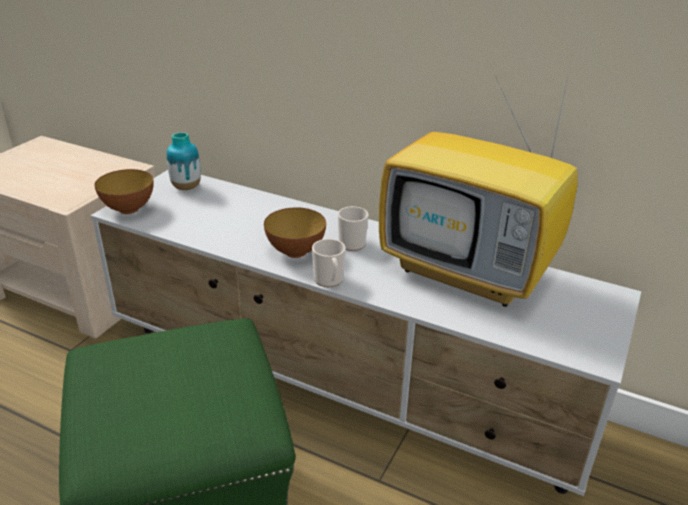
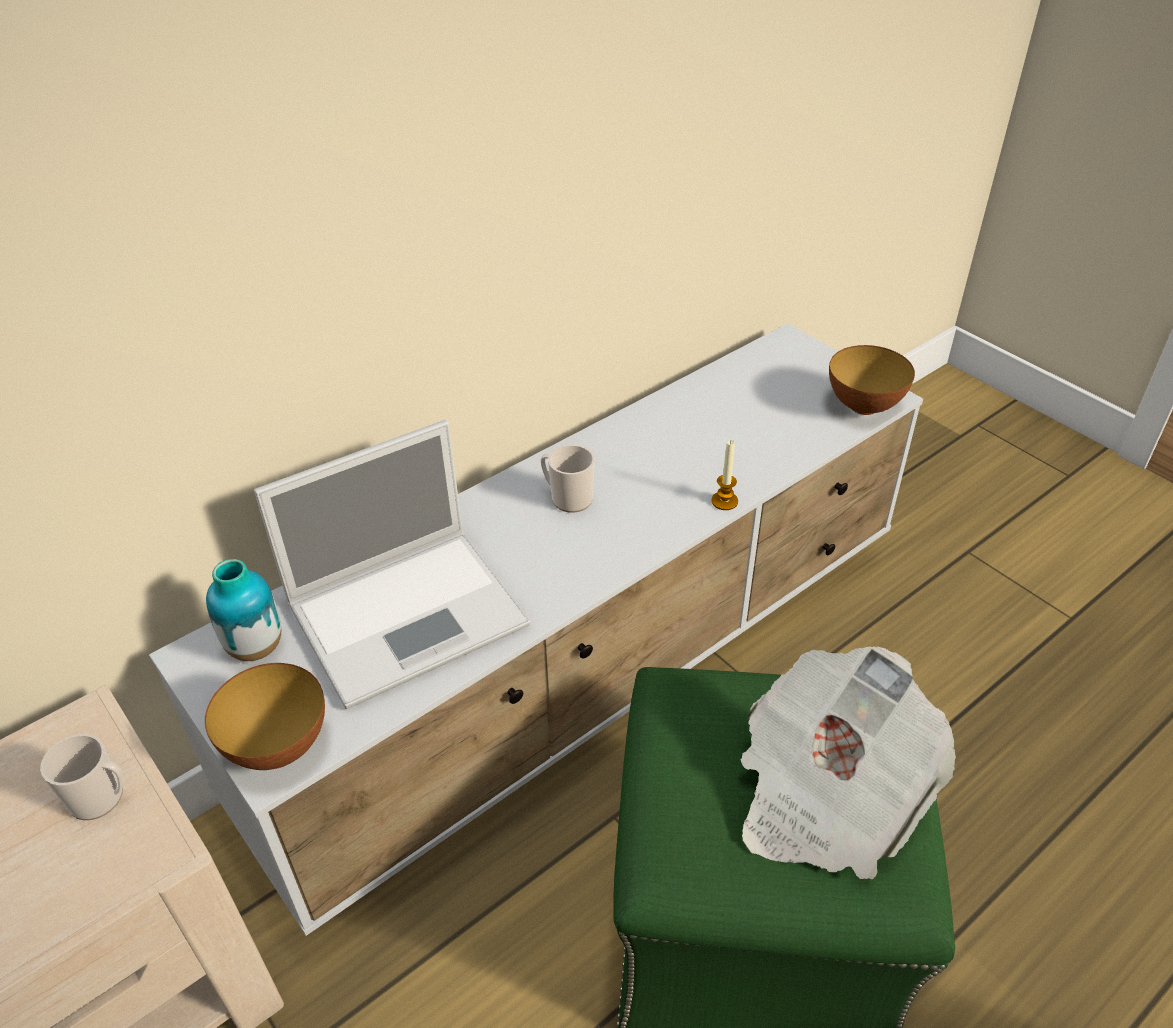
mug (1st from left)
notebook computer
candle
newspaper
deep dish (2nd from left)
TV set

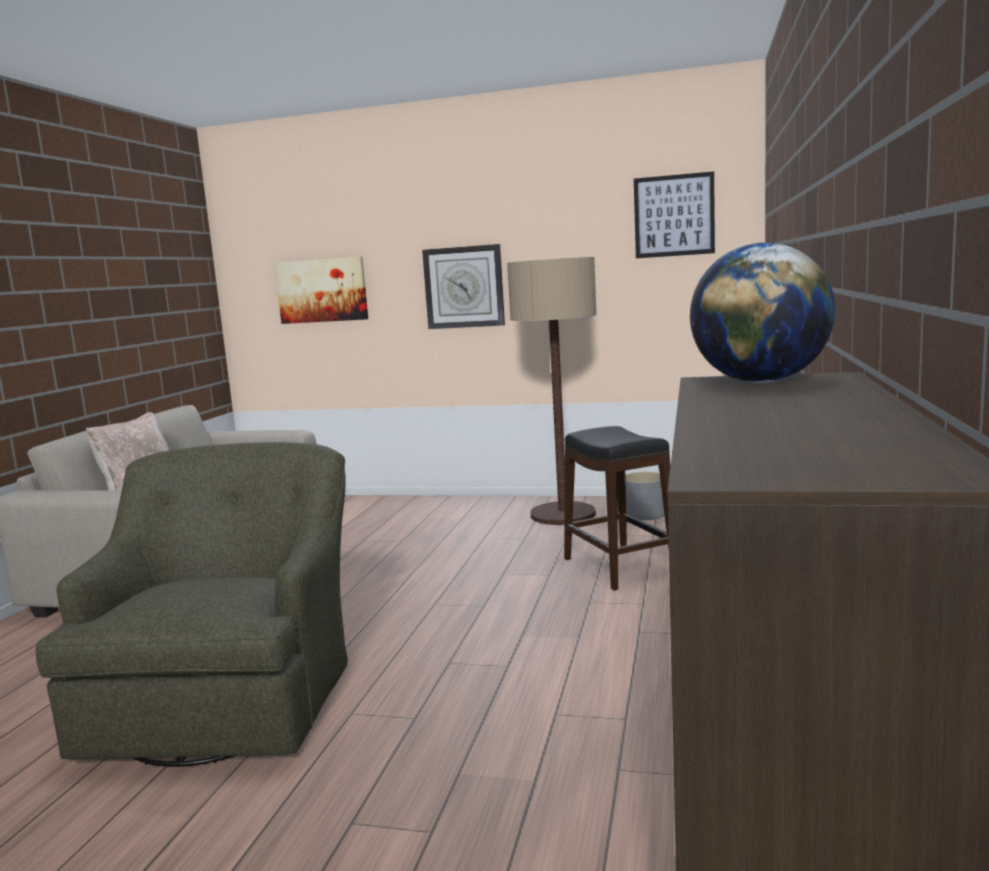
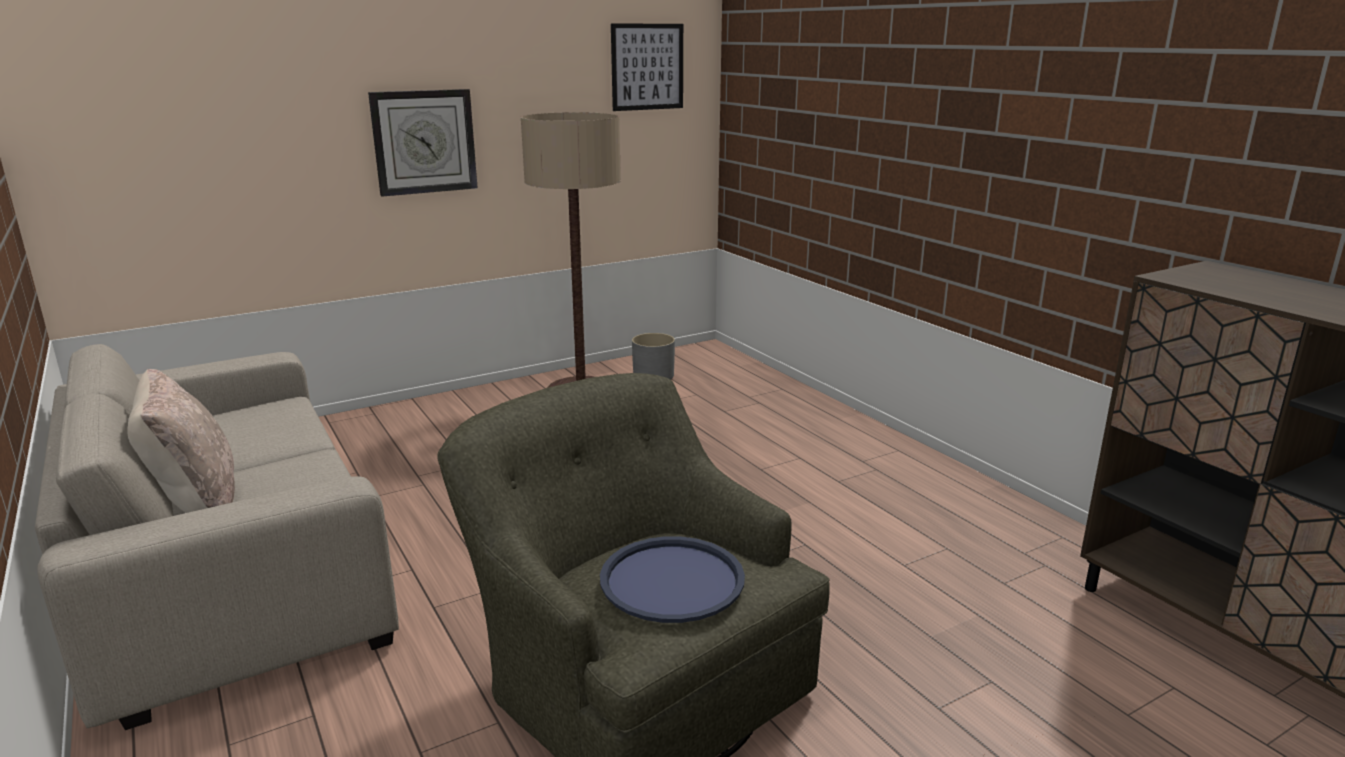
blue serving tray
picture (1st from left in the first image)
blackish sitting stool
world globe

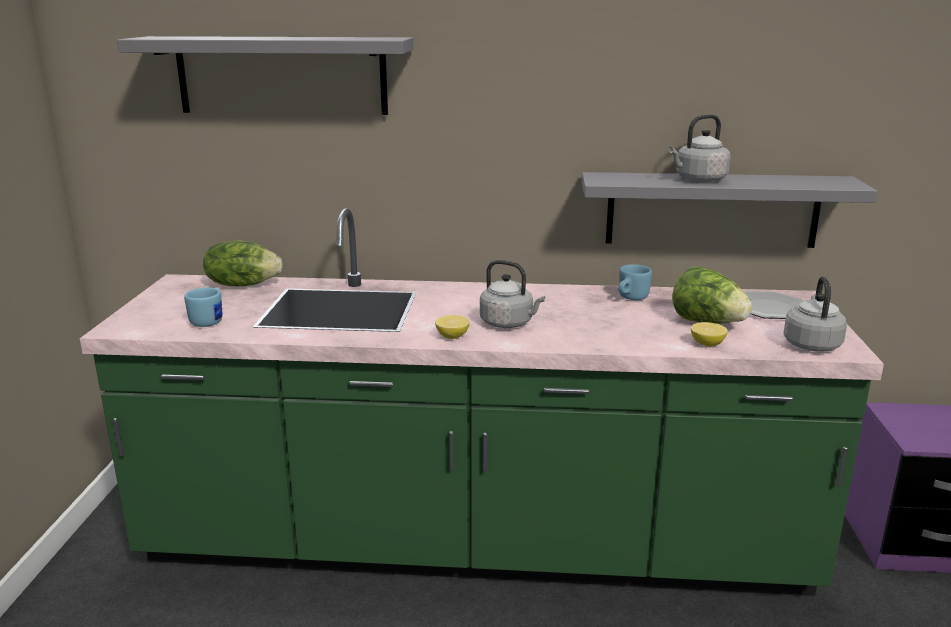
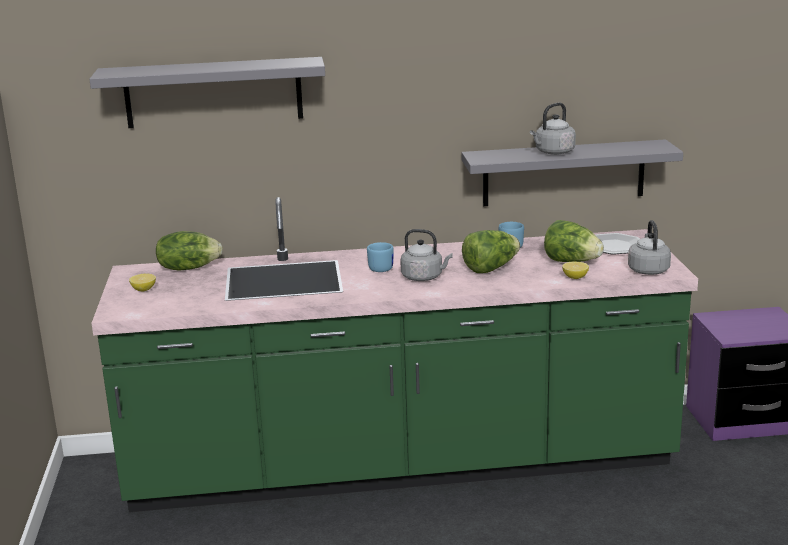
citrus fruit (1st from left)
blue mug (1st from left)
lettuce (2nd from left)

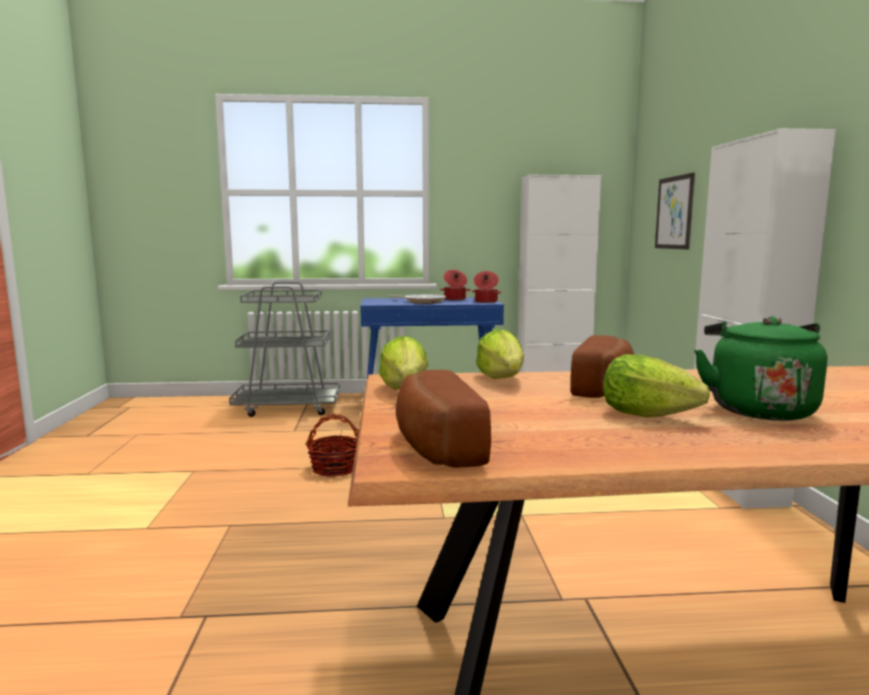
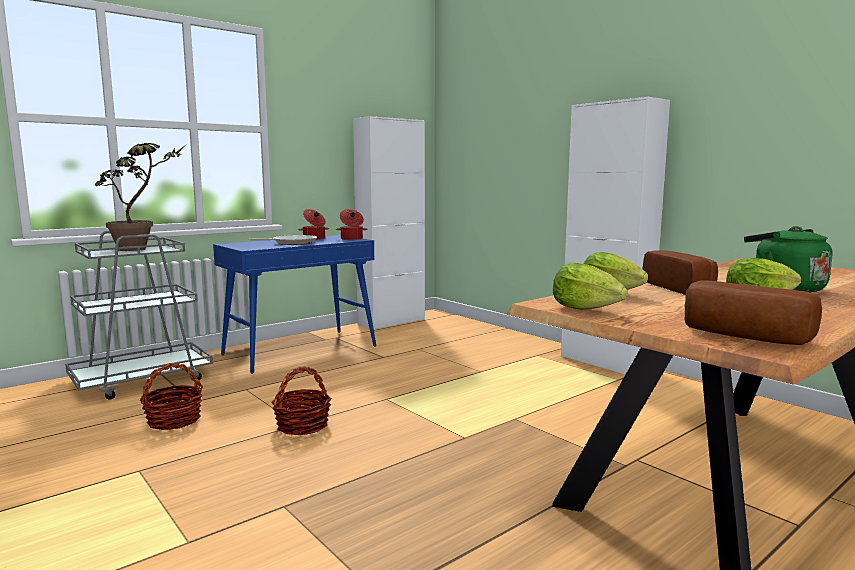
potted plant
household basket (1st from left)
picture

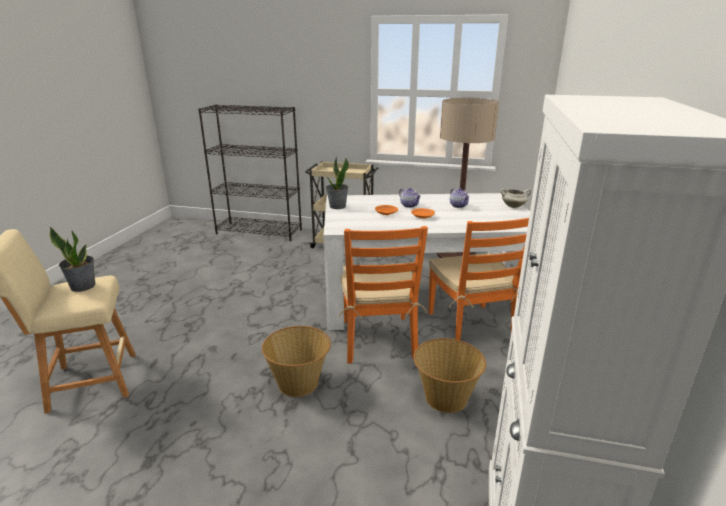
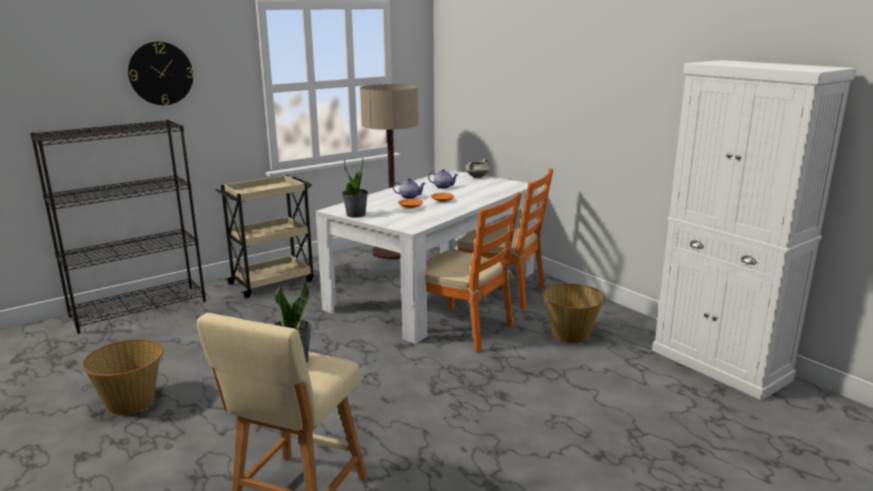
household basket (1st from left)
hanging clock

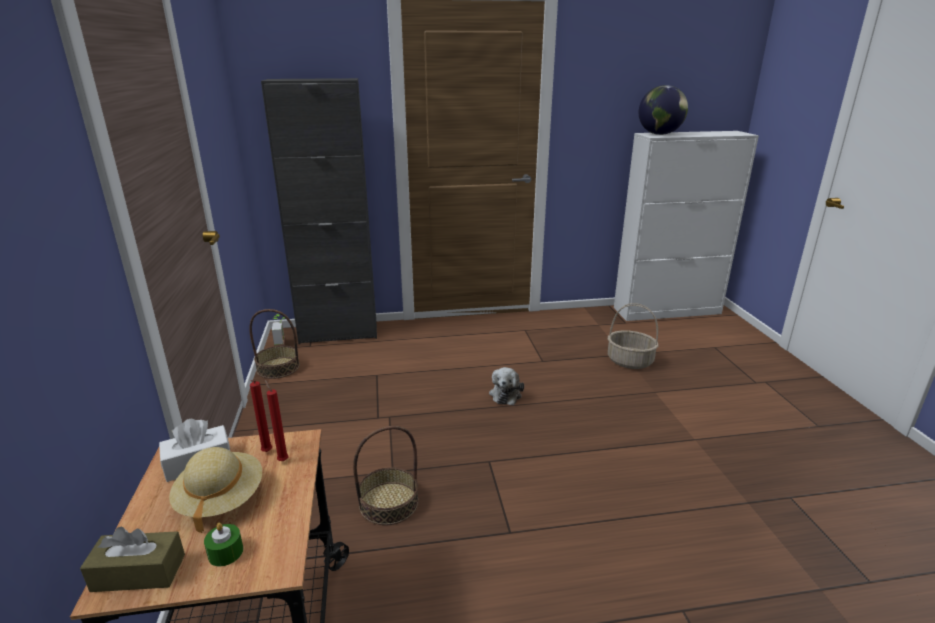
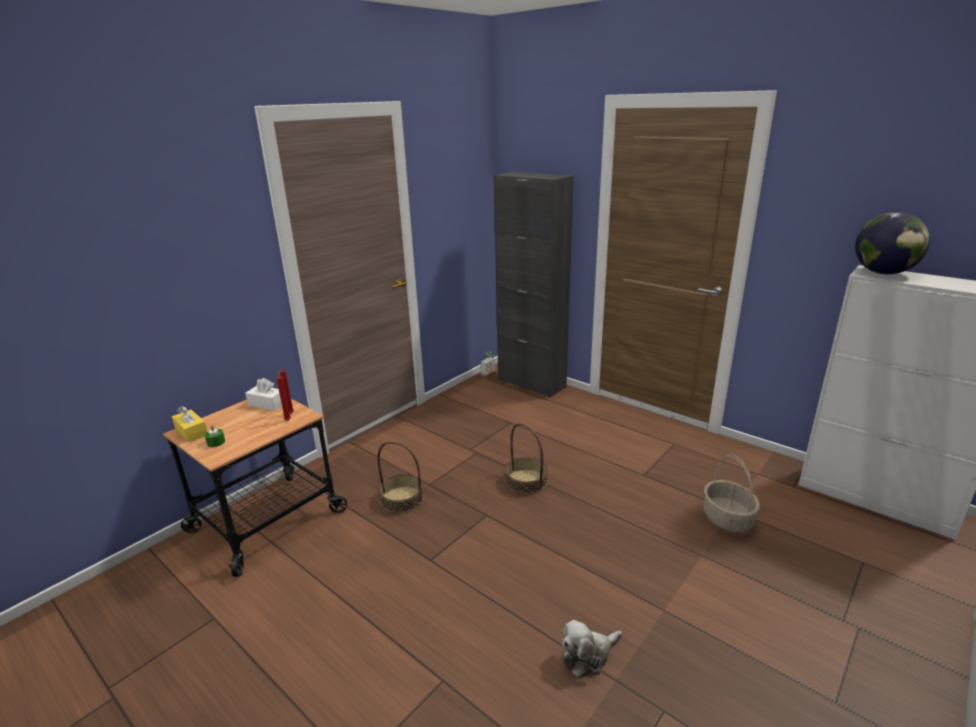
yellow-coloured tissue holder
household basket (2nd from left)
soft toy
beige wearable hat

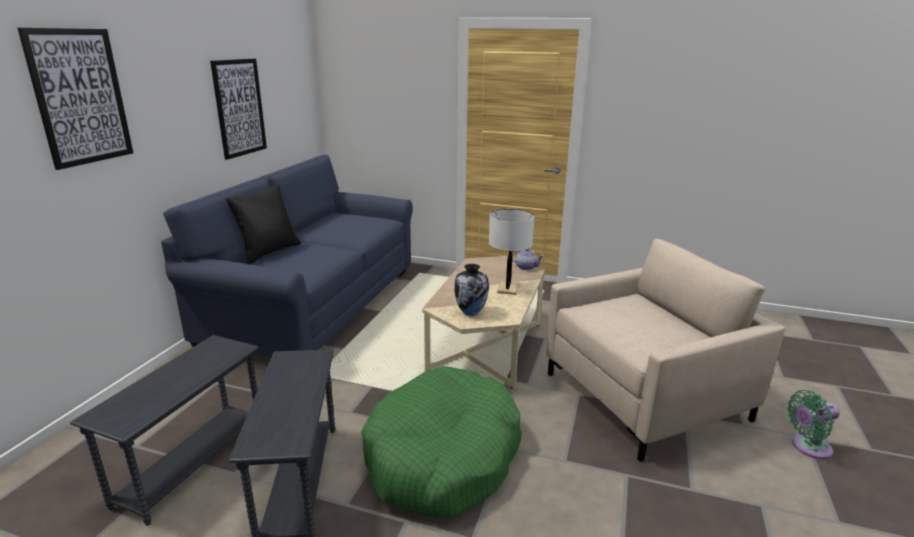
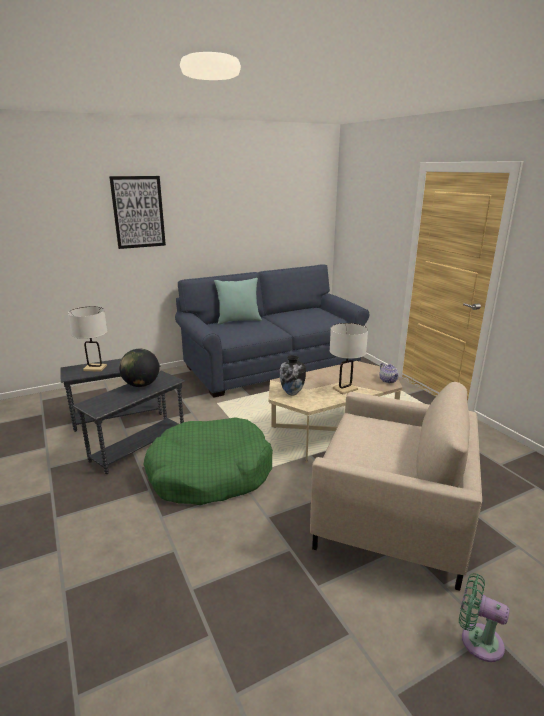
whitish tabletop lamp (1st from left)
world globe
turquoise-coloured throw pillow
picture (2nd from left in the first image)

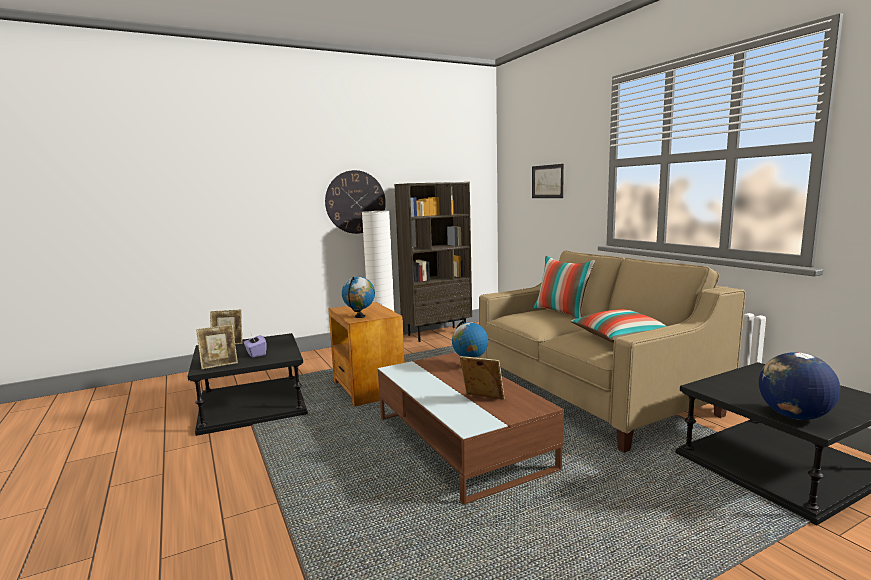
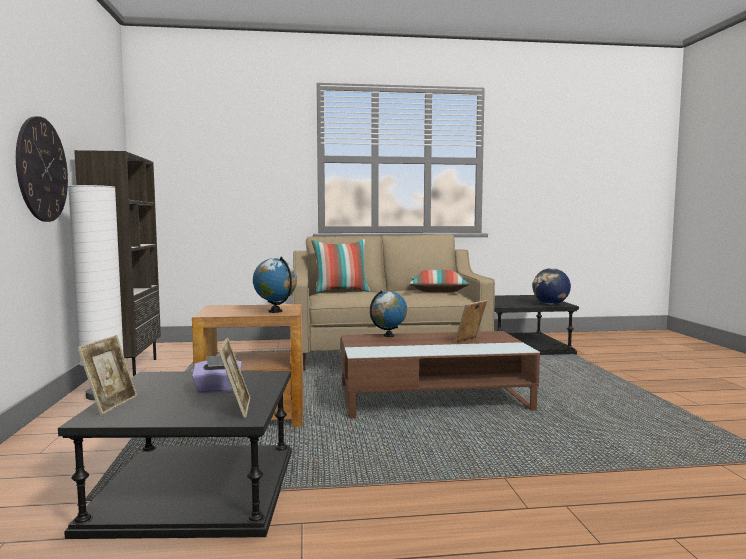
picture

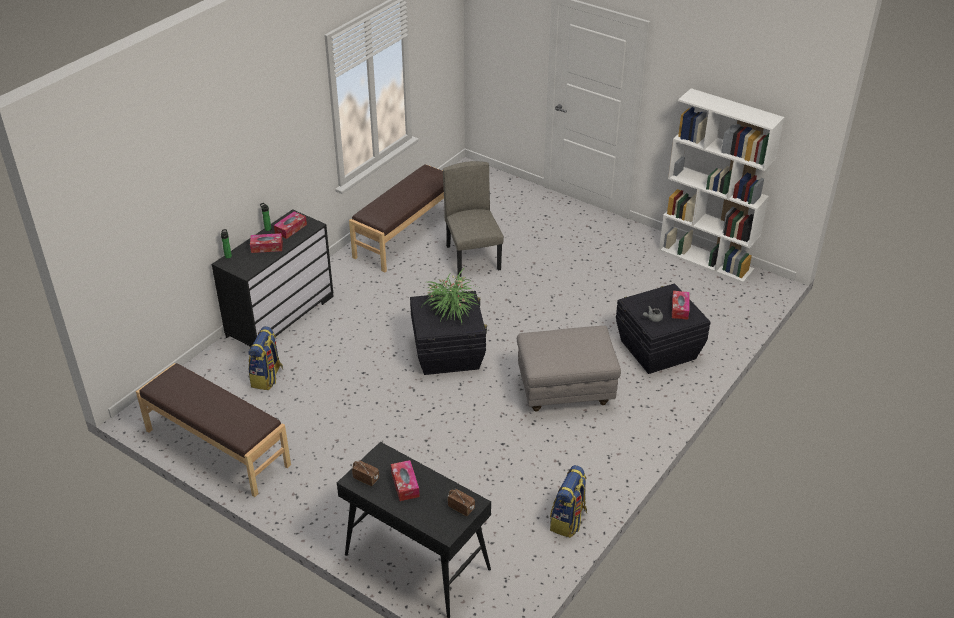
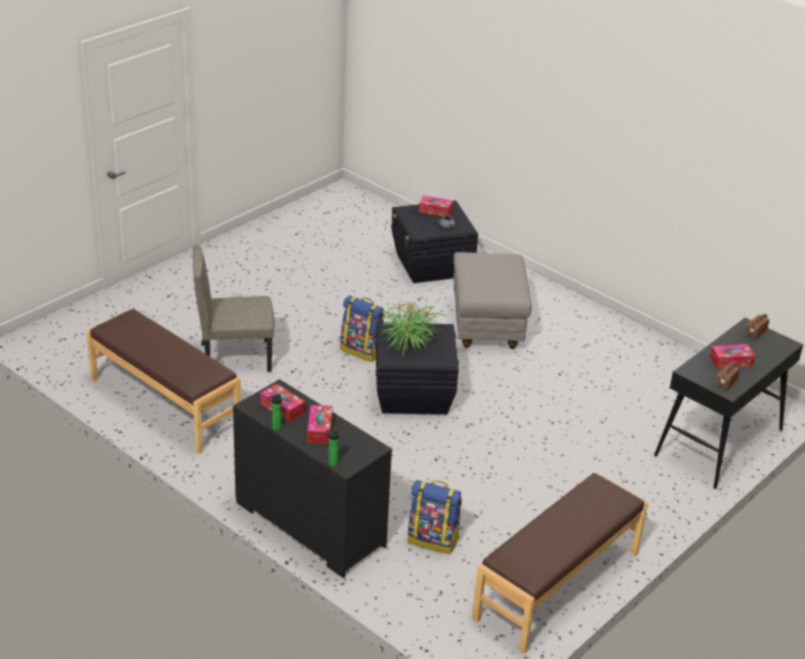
knapsack (1st from left)
whitish bookcase

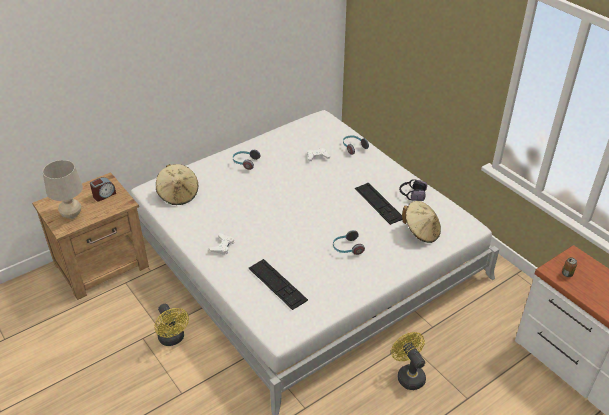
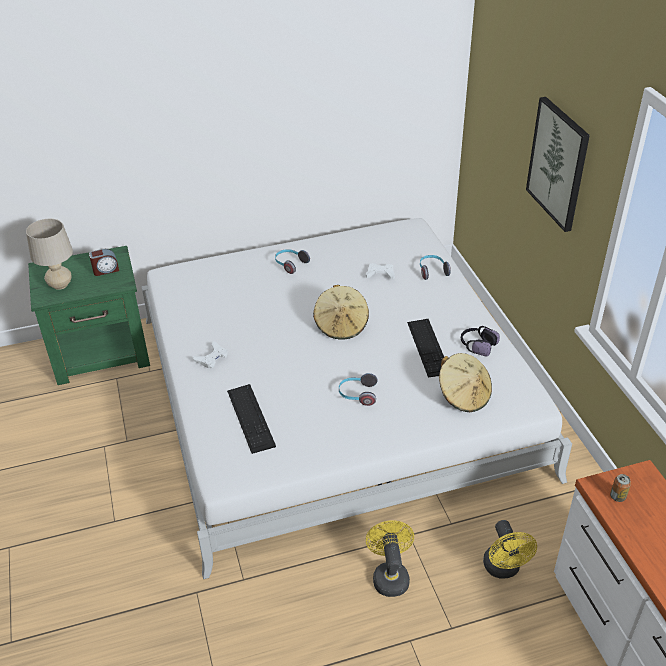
green nightstand
beige wearable hat (1st from left)
yellow-coloured cooling fan (2nd from left)
picture

